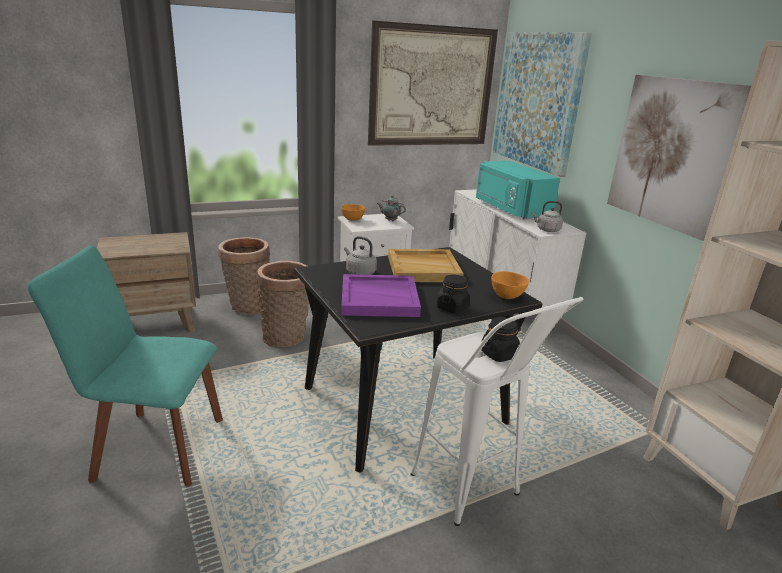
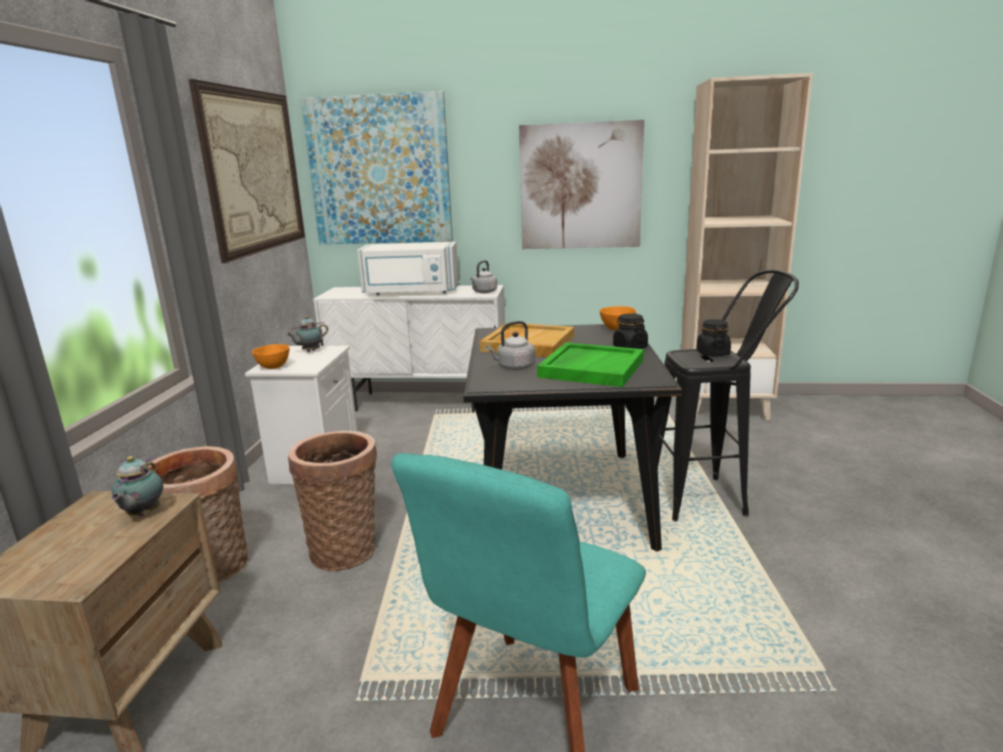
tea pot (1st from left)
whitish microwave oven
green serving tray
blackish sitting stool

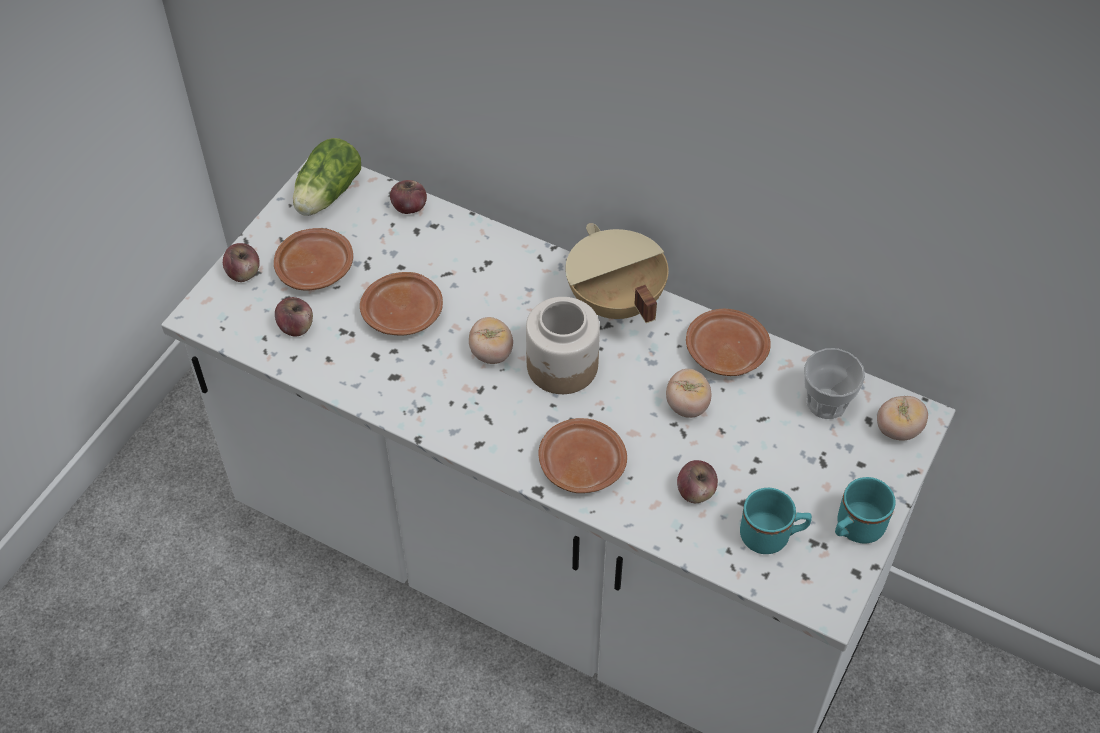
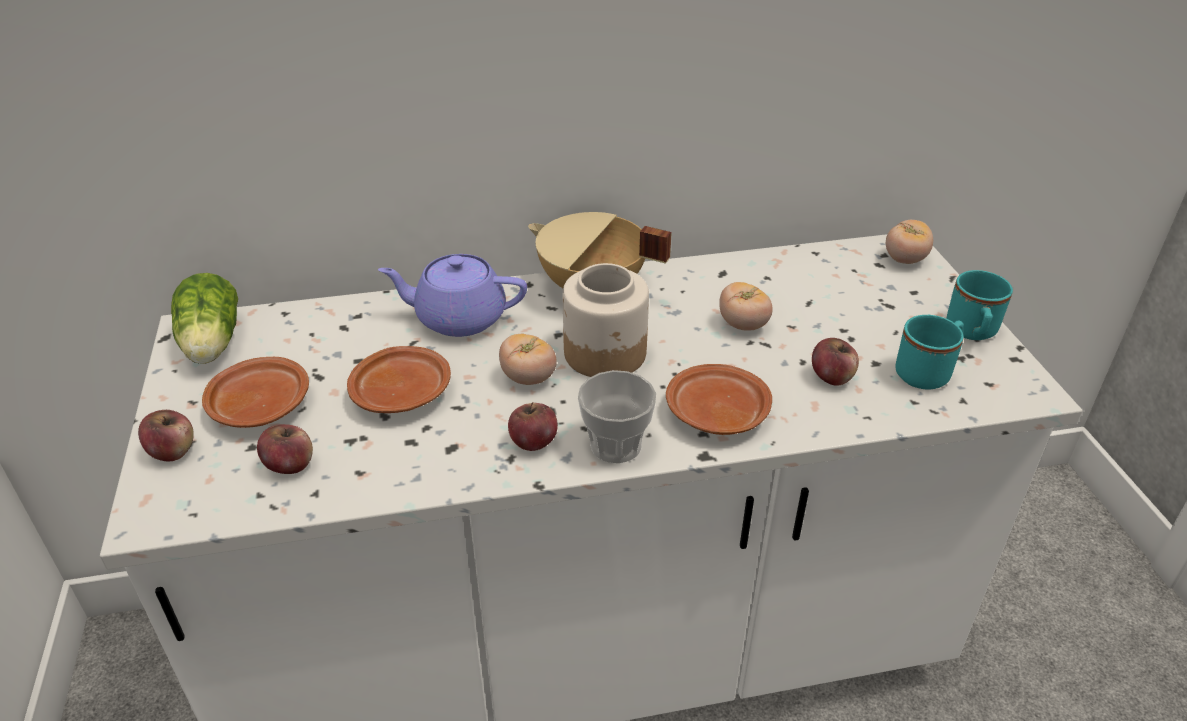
purplish tea pot
apple fruit (3rd from left)
cup
brownish dinner plate (4th from left in the first image)

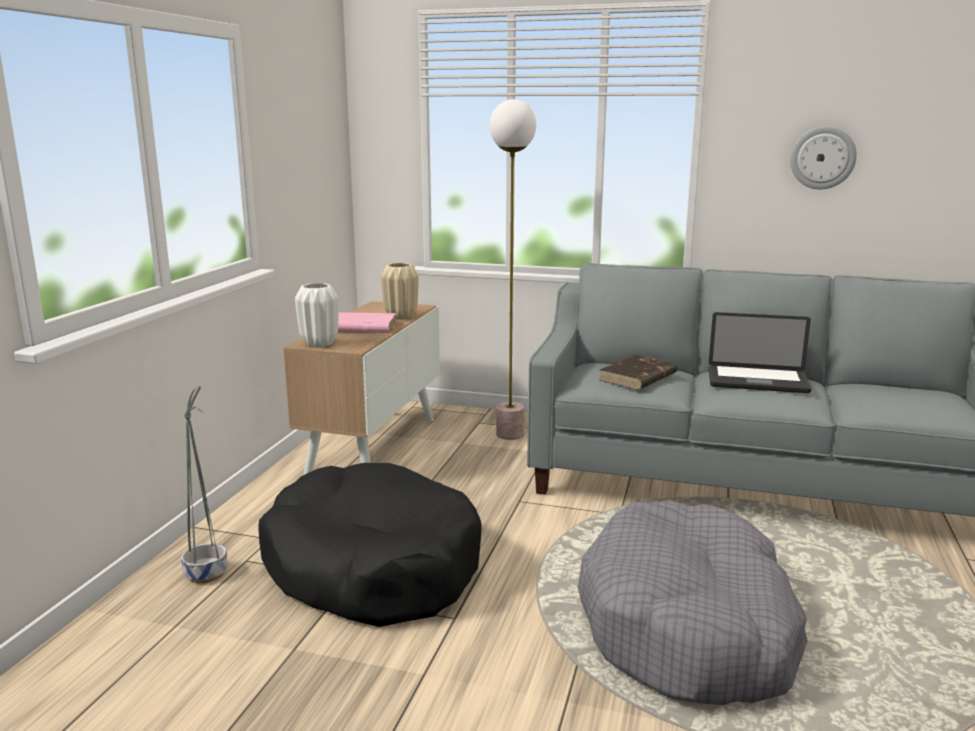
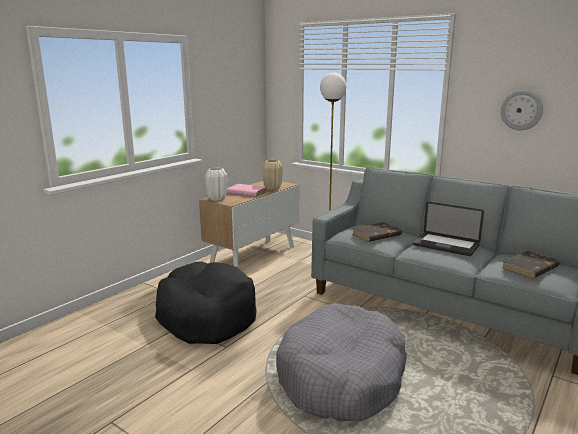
brownish book (2nd from left)
gray planter

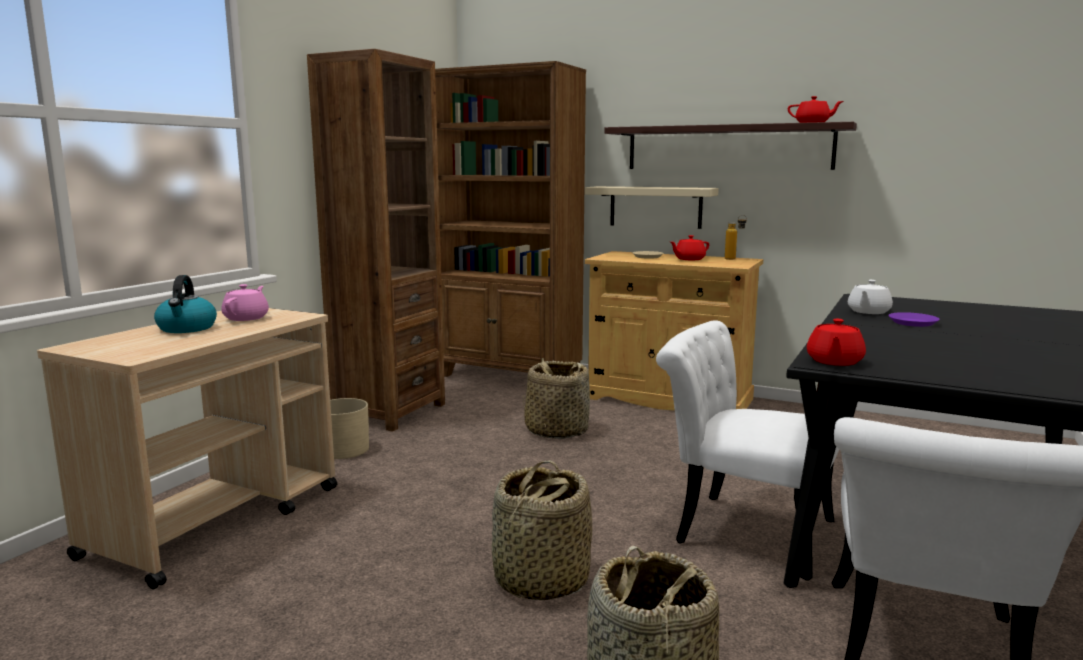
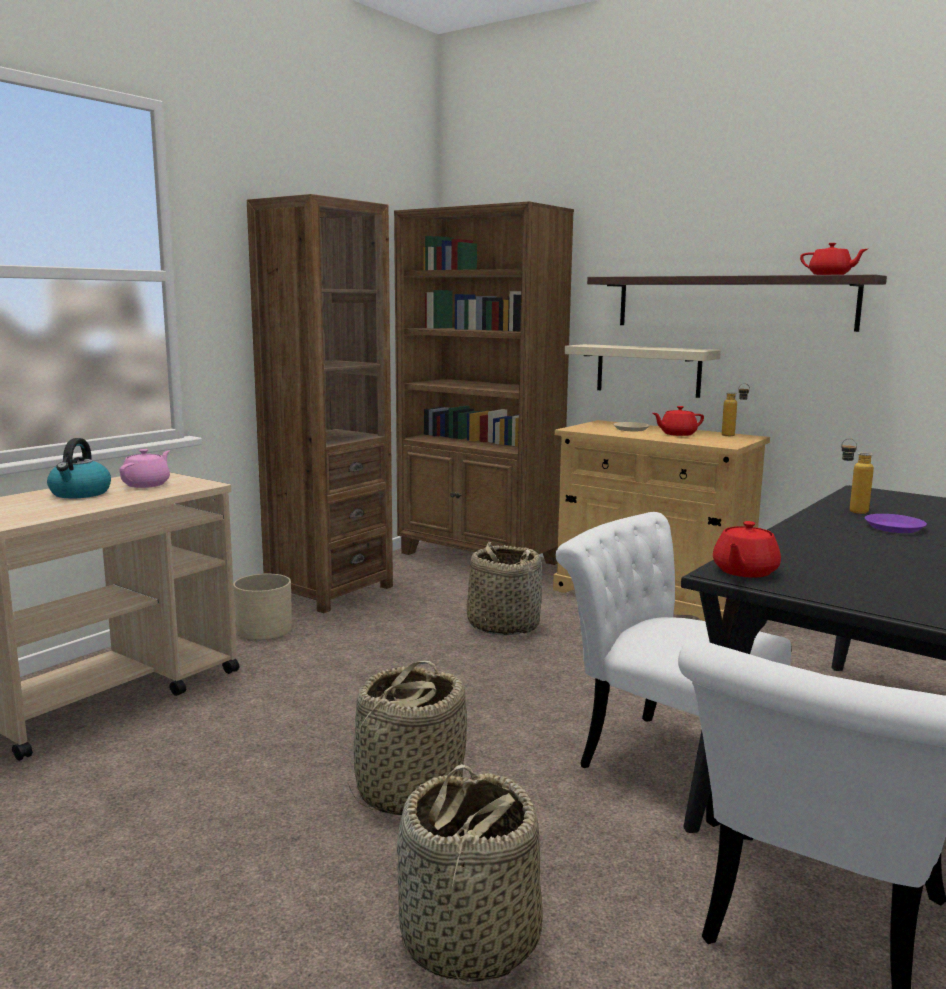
drink bottle (2nd from left)

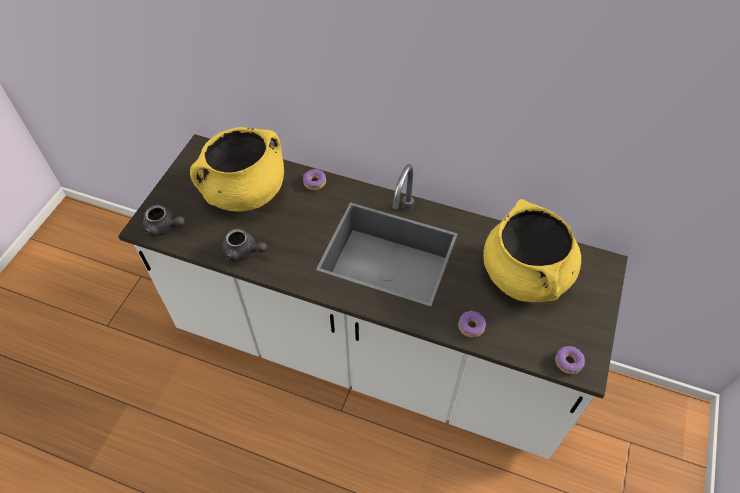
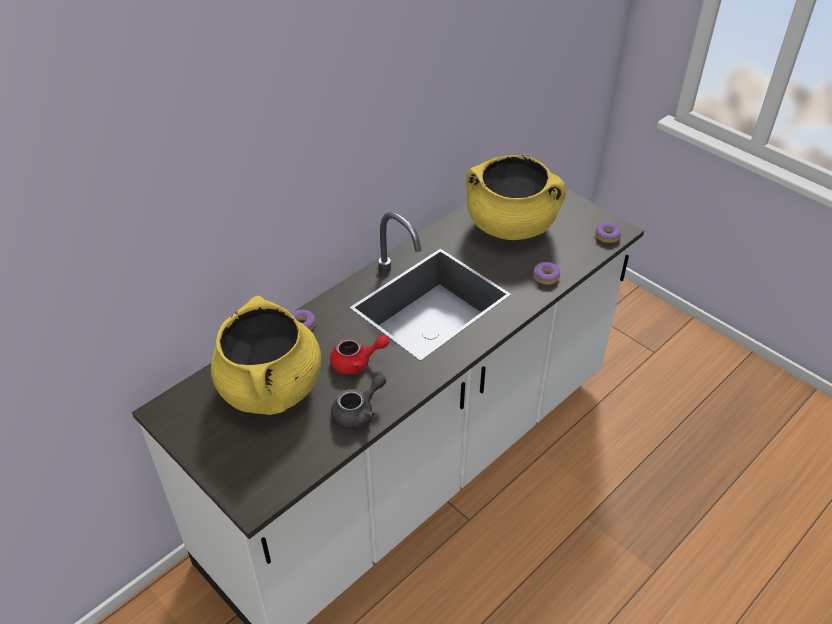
red-coloured tea pot
gray tea pot (1st from left in the first image)

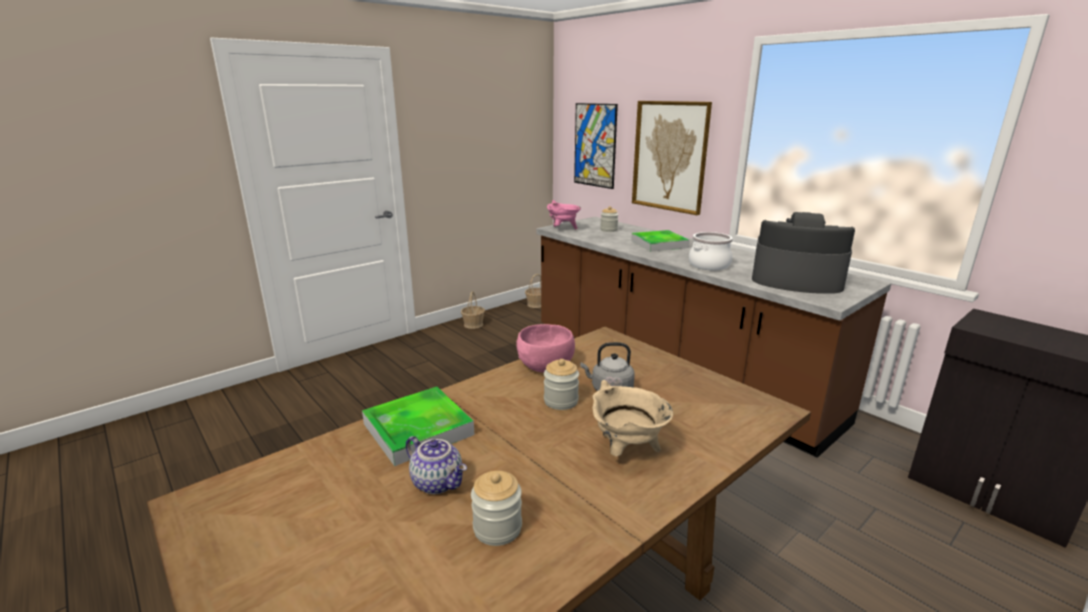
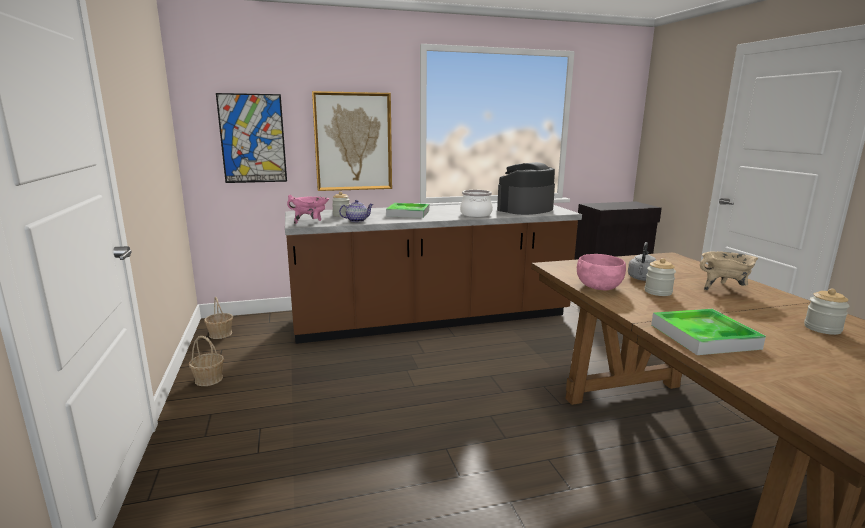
tea pot

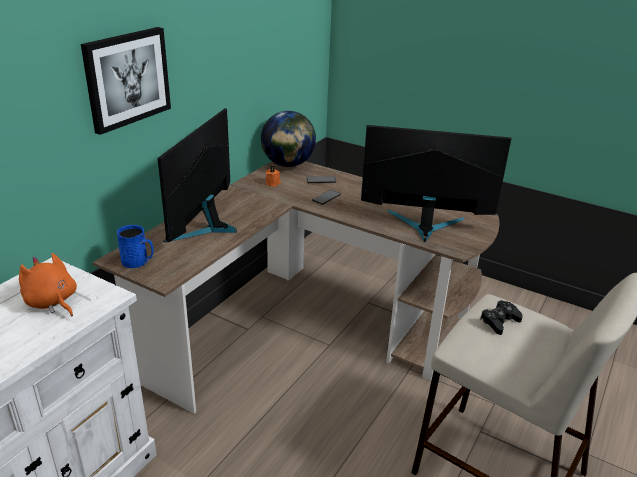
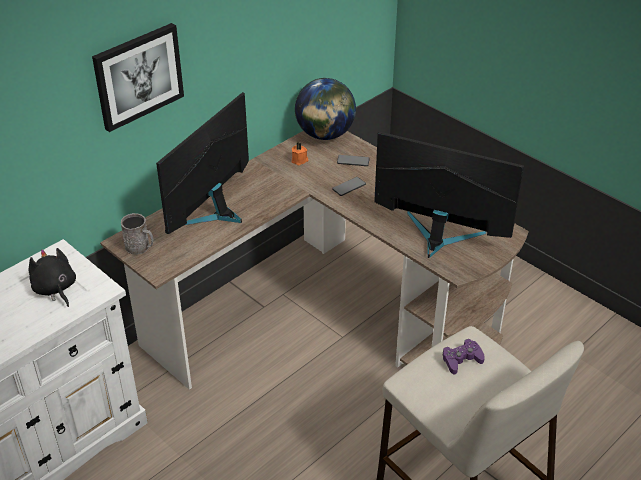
blackish soft toy
gray mug
purplish joypad

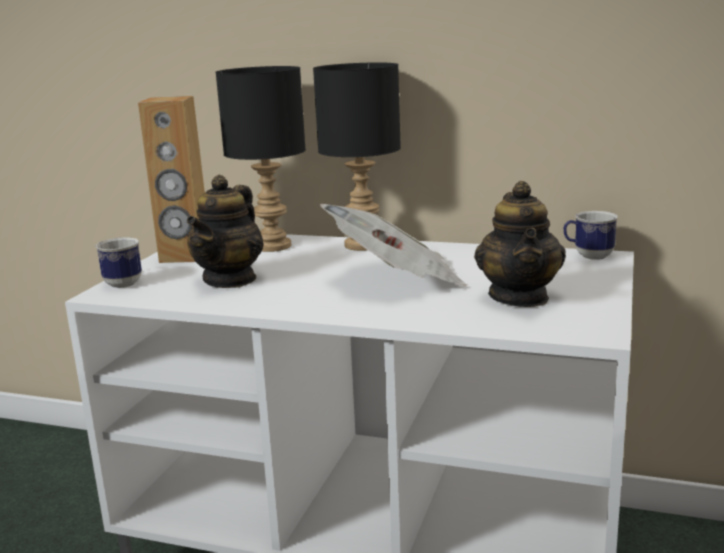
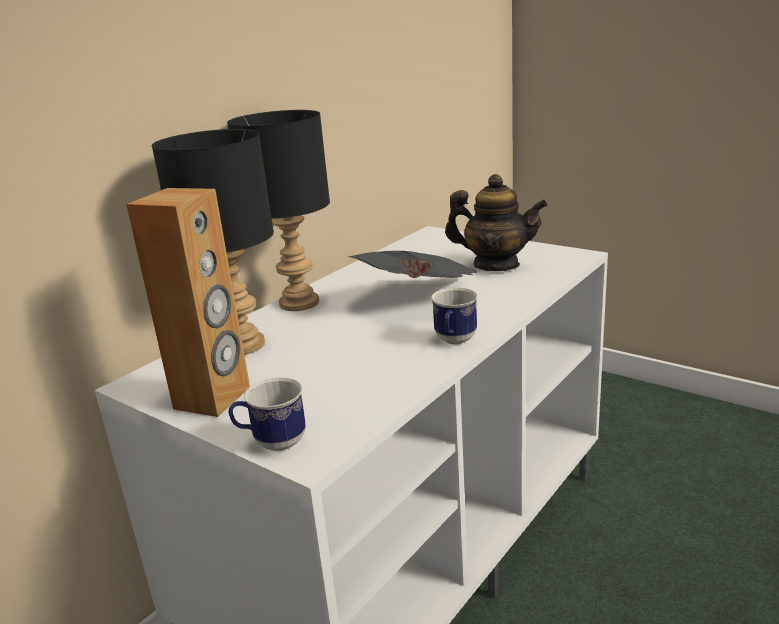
mug (2nd from left)
tea pot (1st from left in the first image)

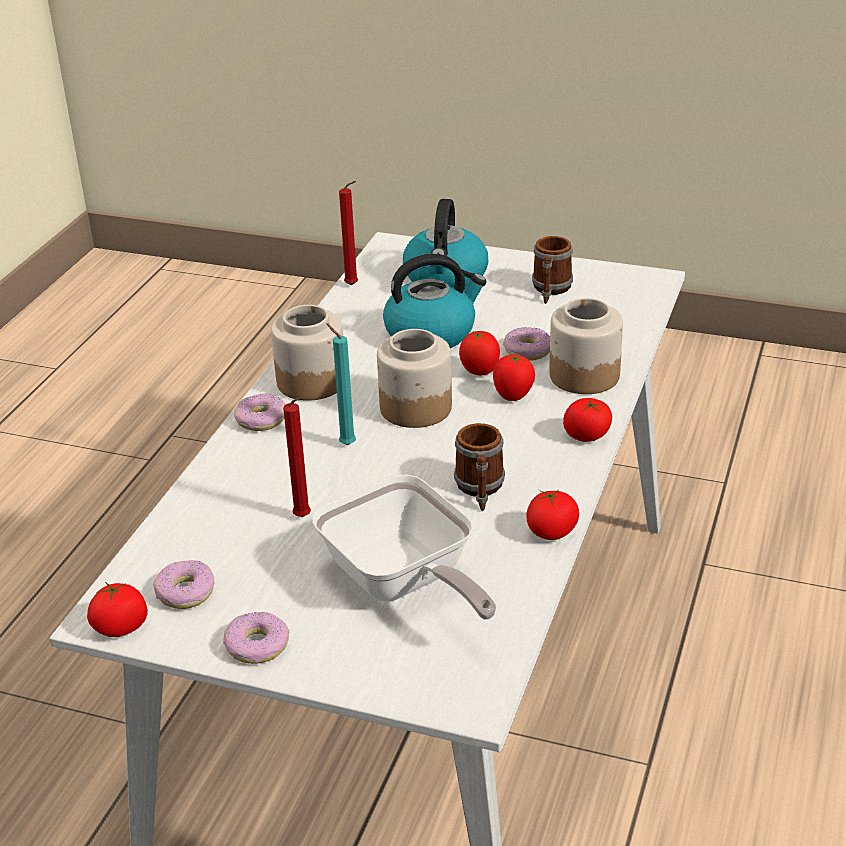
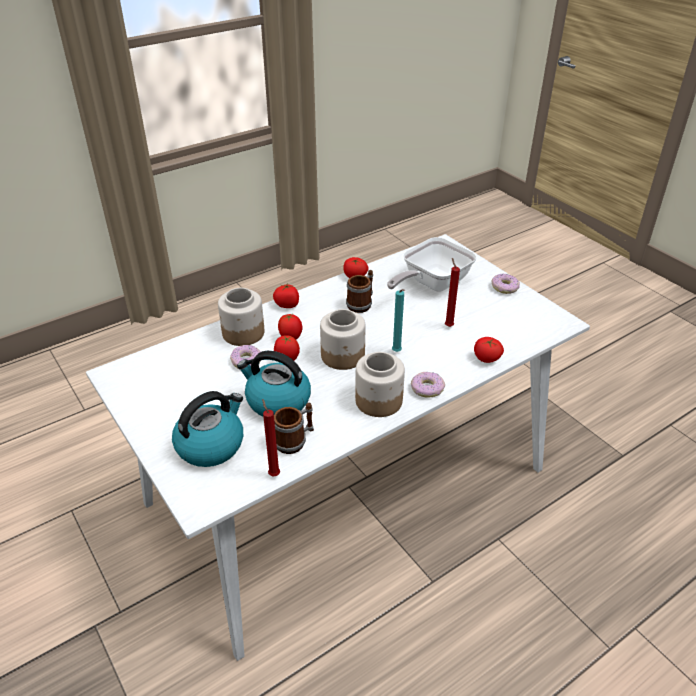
mug (1st from left)
skillet
fresh tomato (5th from left)
ring doughnut (1st from left in the first image)

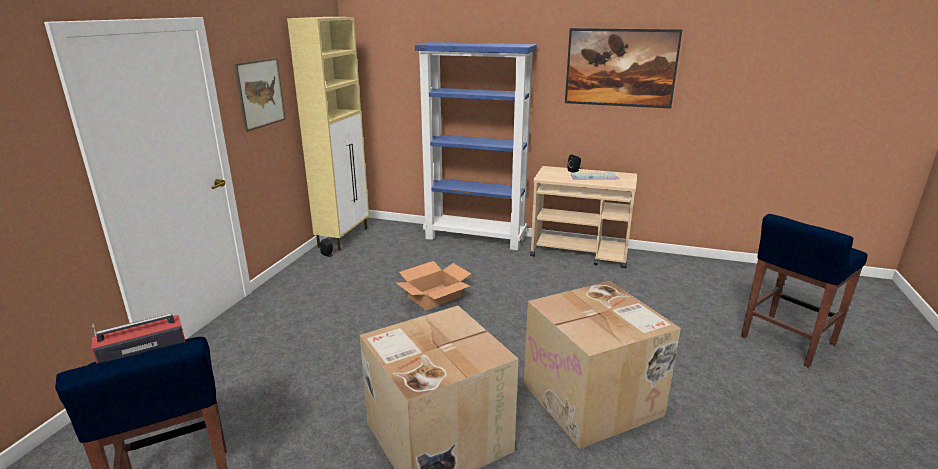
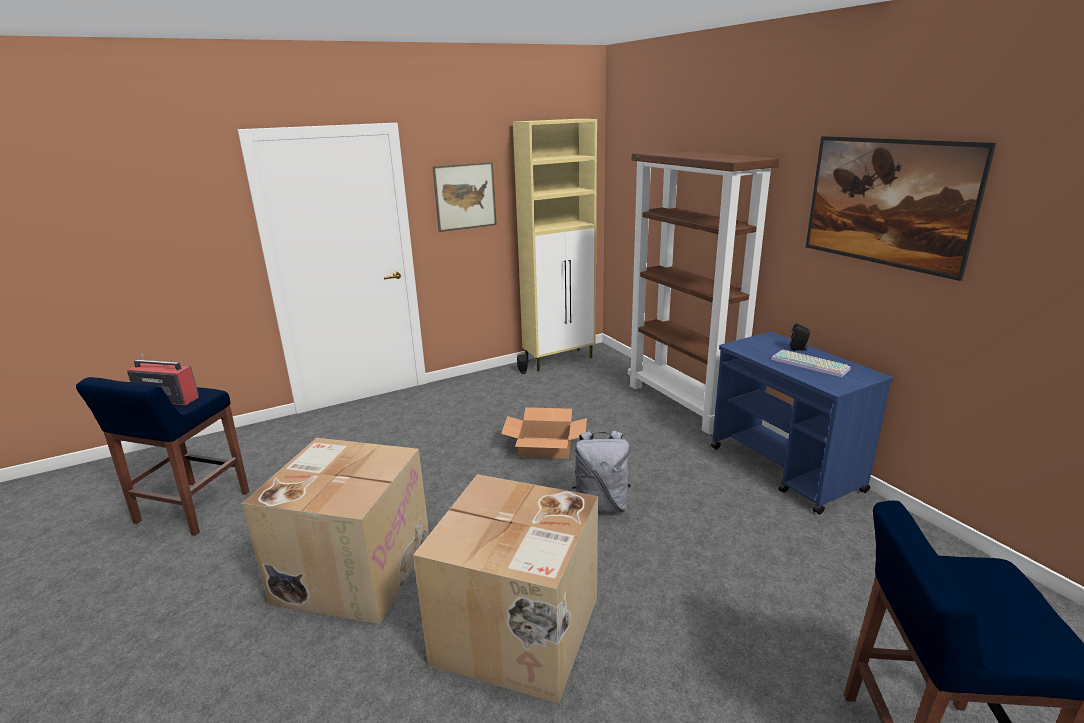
gray knapsack
brownish bookcase
blue cart

